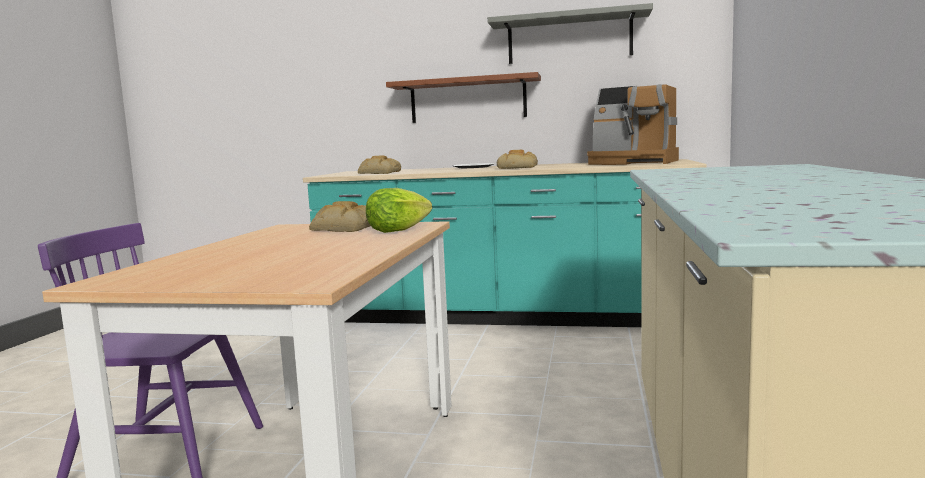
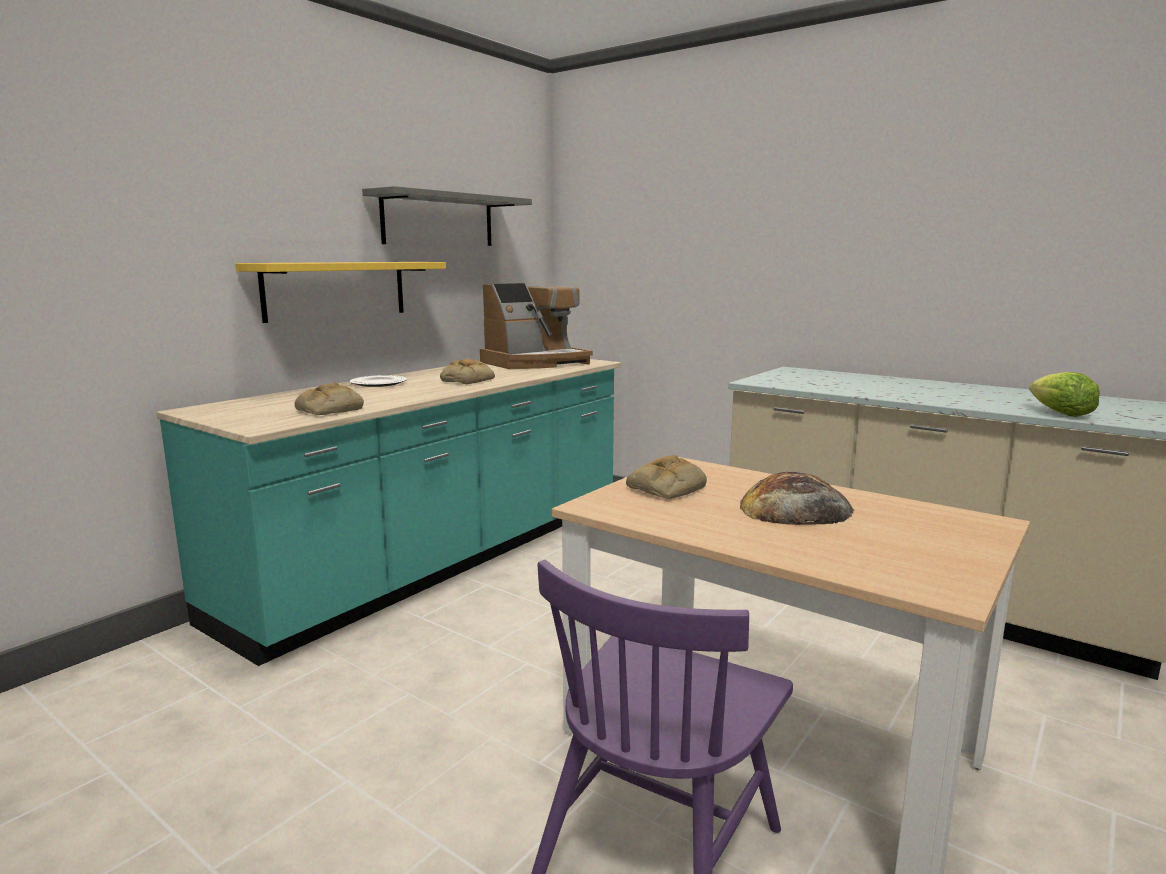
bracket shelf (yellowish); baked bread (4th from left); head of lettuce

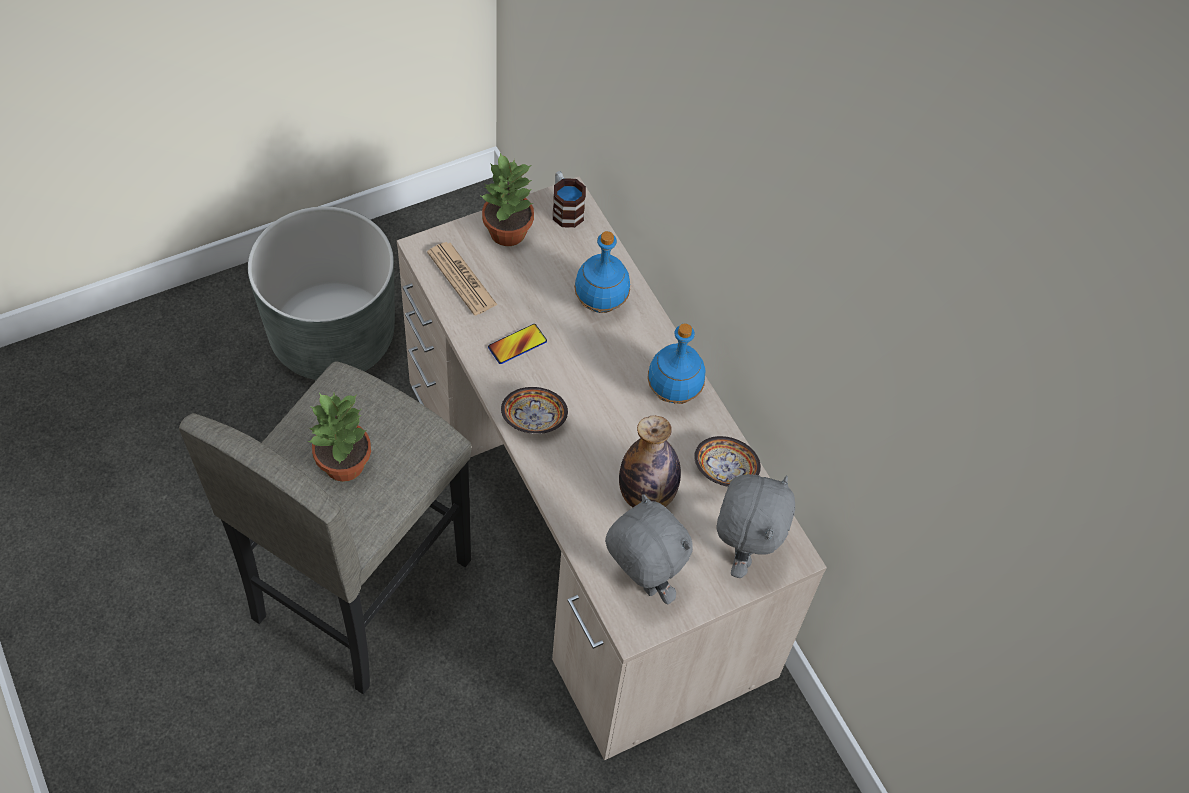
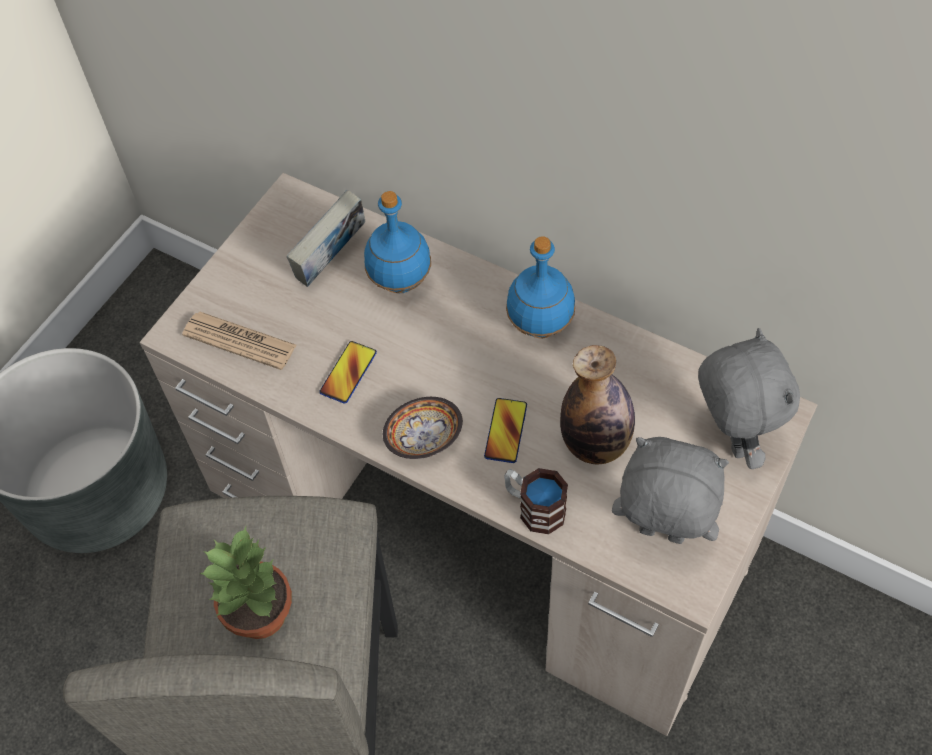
book; telephone (2nd from left); mug; plant in a pot (2nd from left in the first image); serving bowl (2nd from left in the first image)

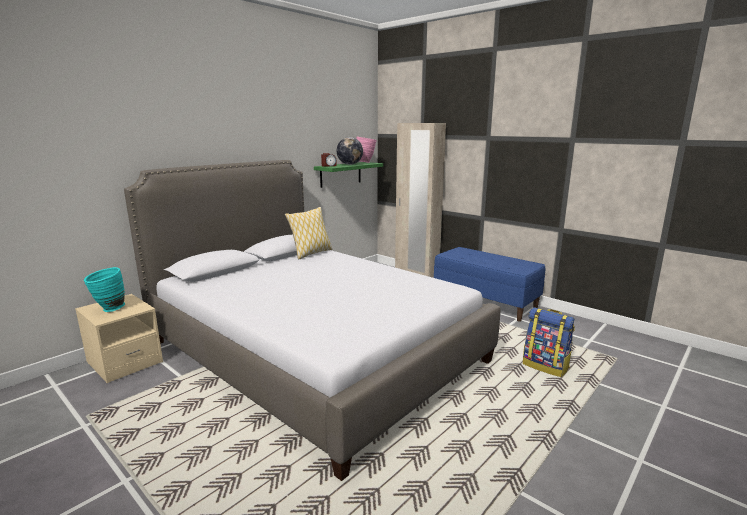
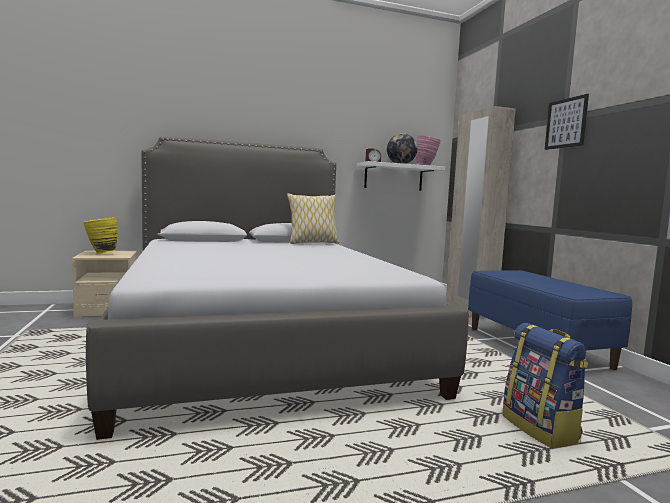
flower vase (yellowish); bracket shelf (white); picture

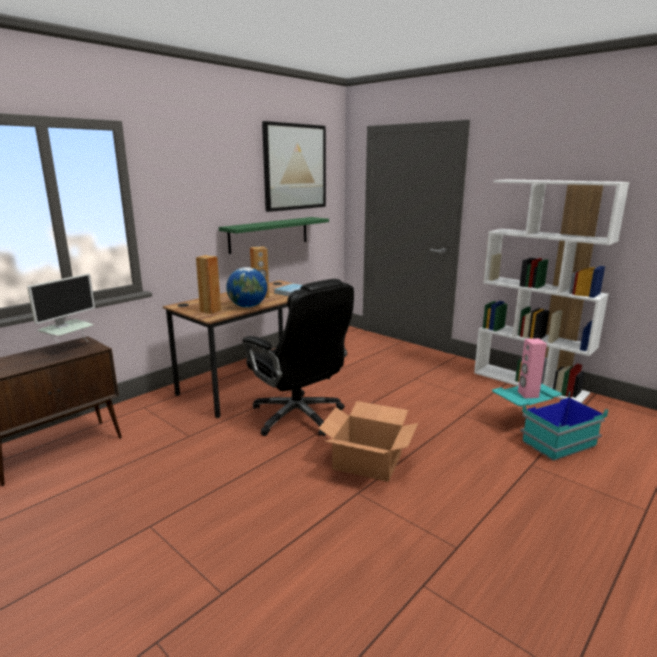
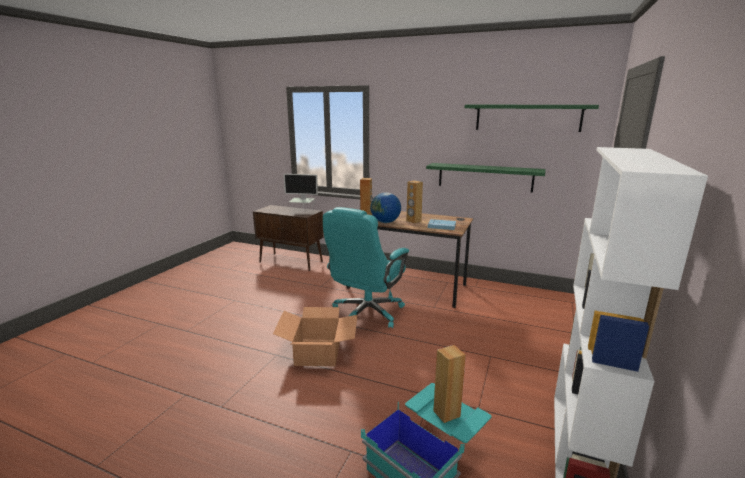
computer chair (blue-green); speaker (brown) (3rd from left); bracket shelf (greenish) (2nd from left)

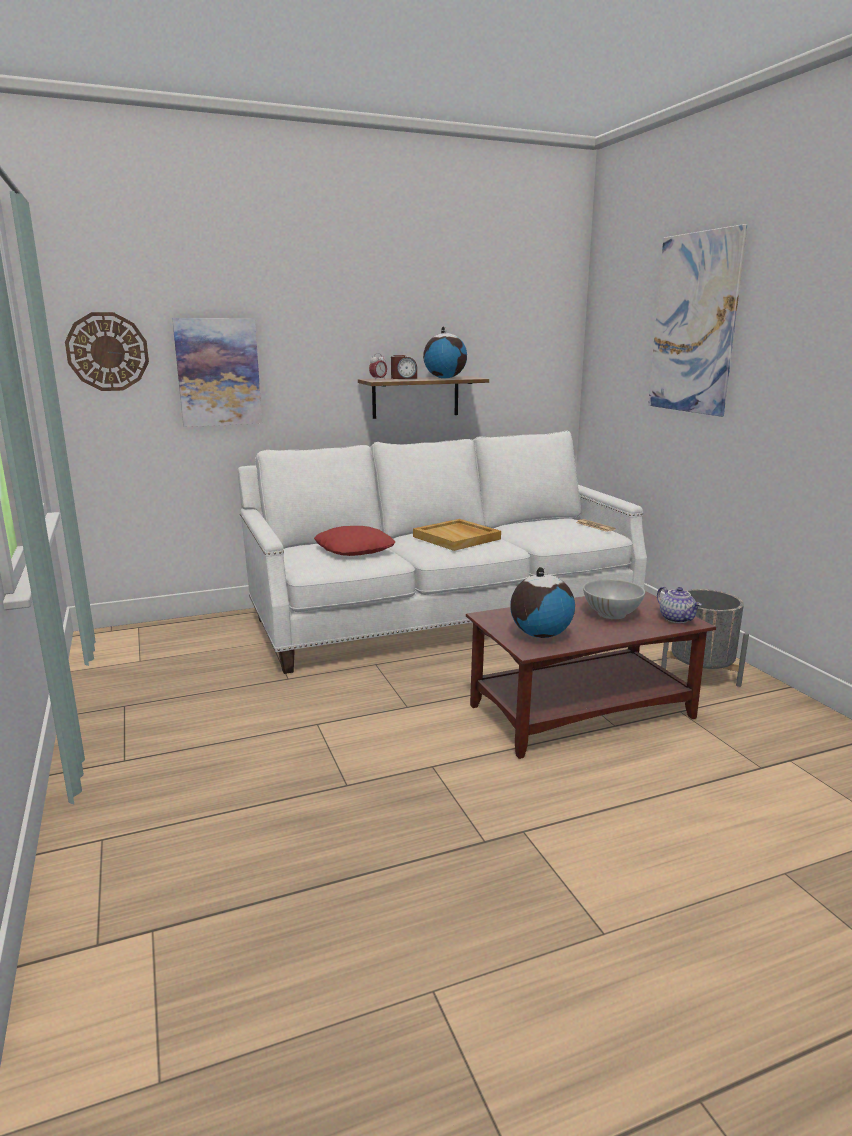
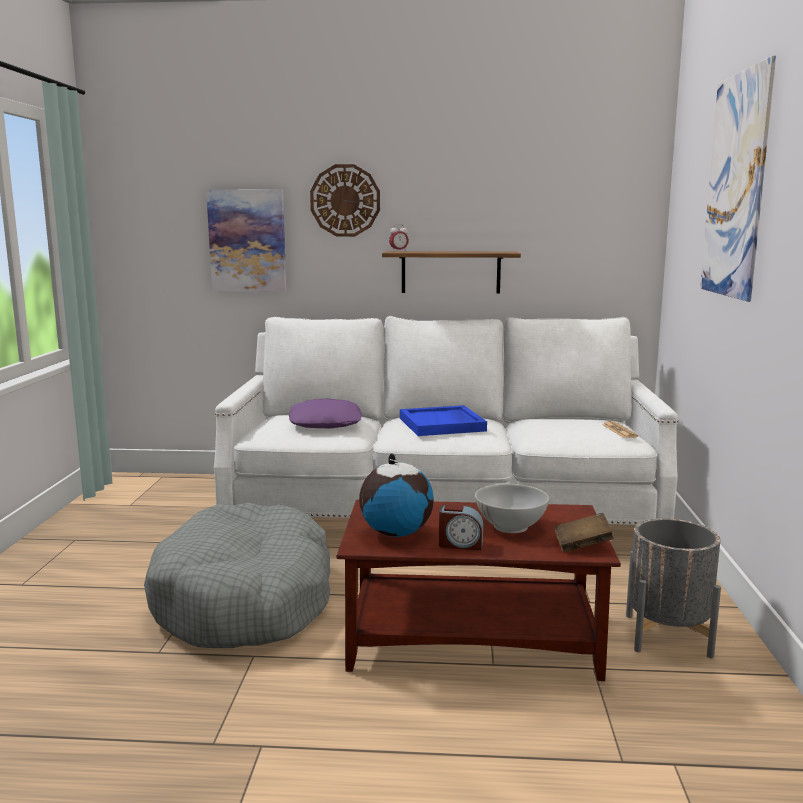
dog bed (gray); pillow (purple); wall clock; serving tray (blue-coloured); alarm clock (2nd from left); book (brown); globe (1st from left in the first image)

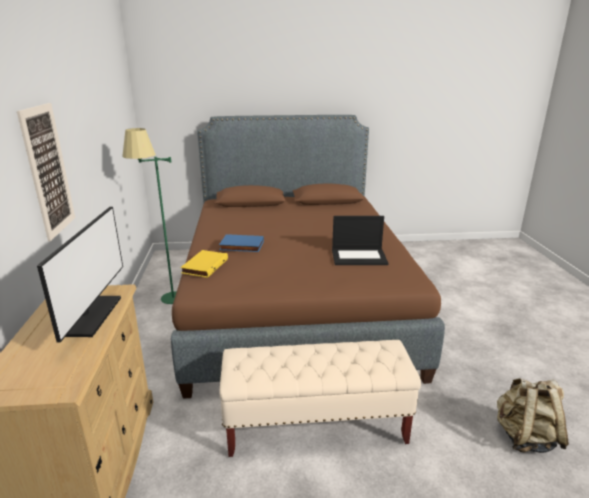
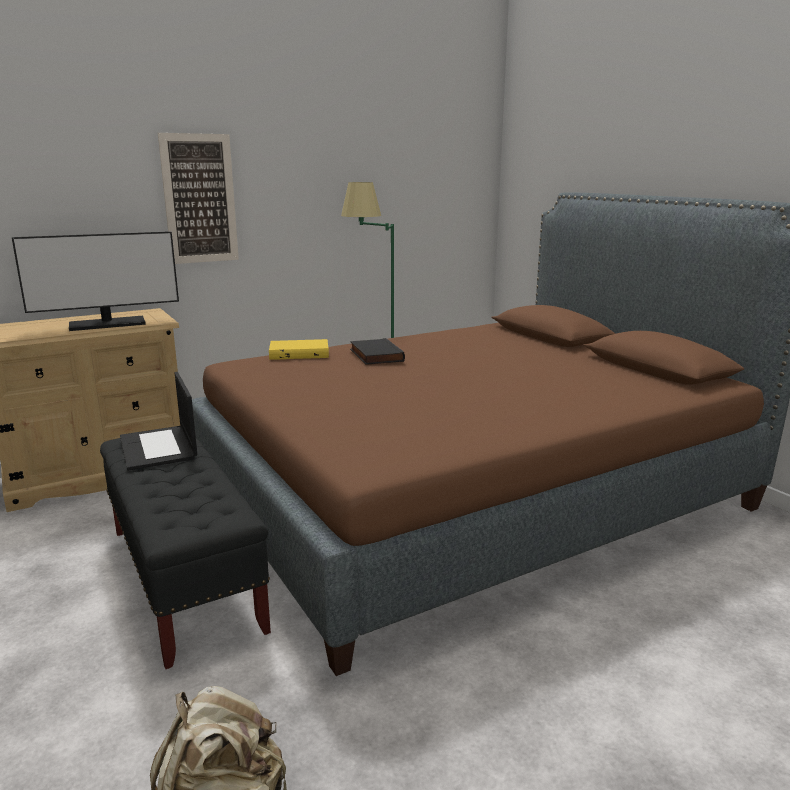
indoor bench (black-coloured); laptop; book (black-coloured)

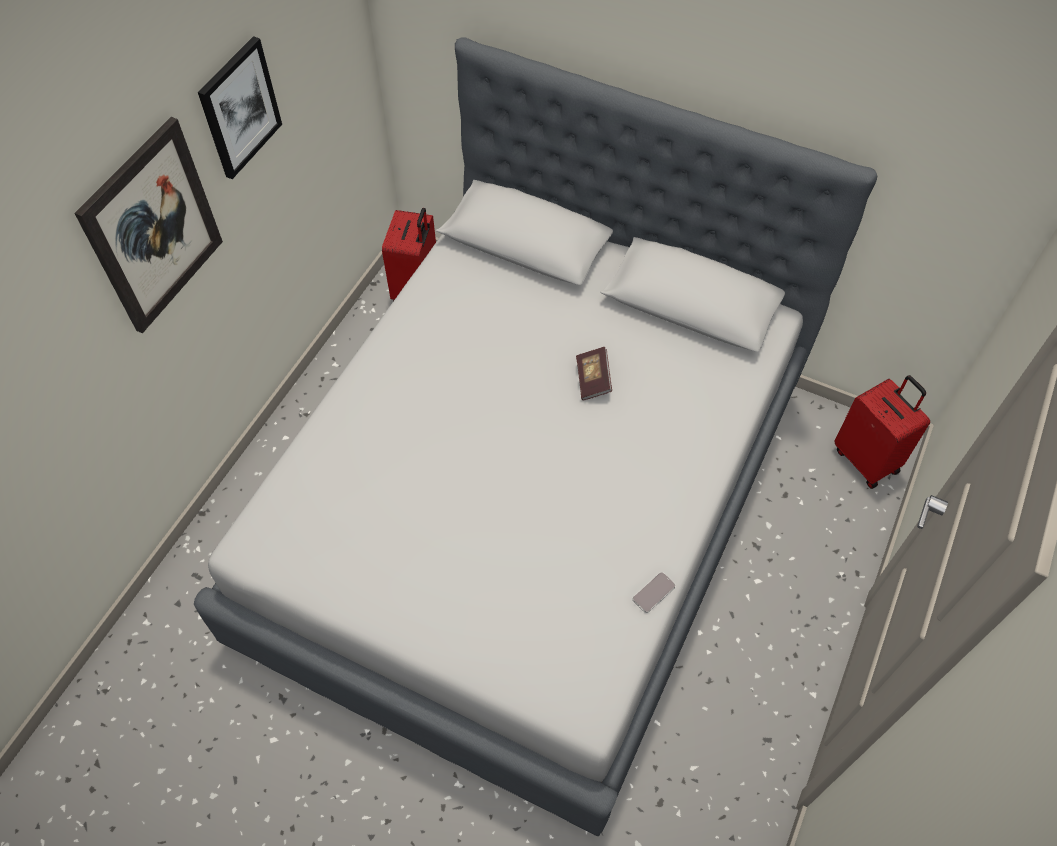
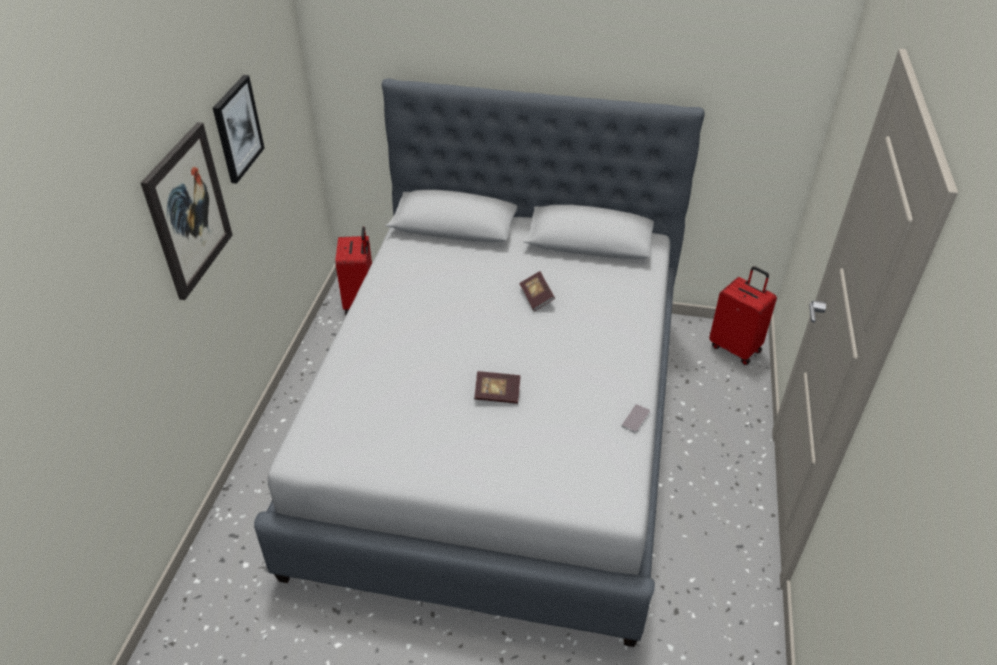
book (1st from left)

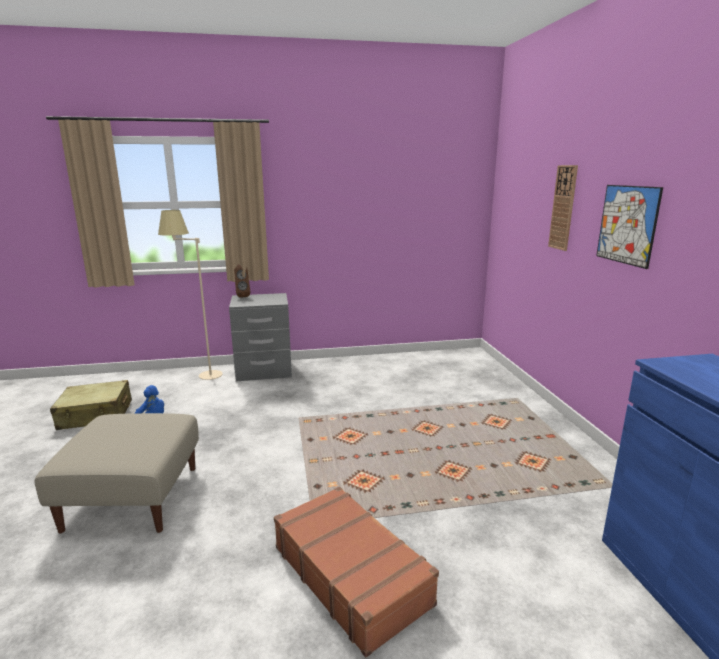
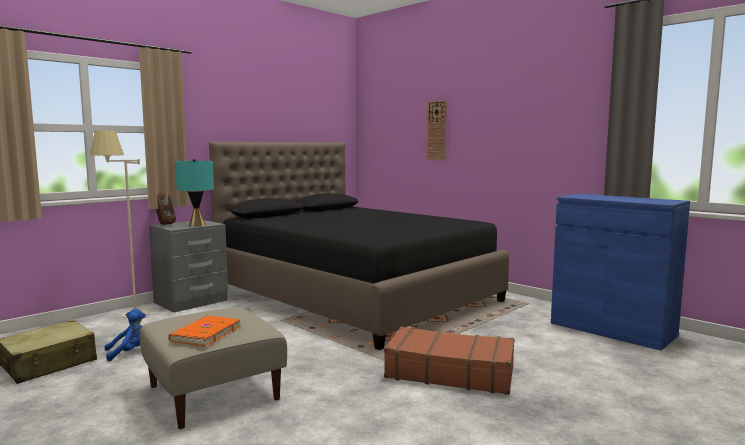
book (orange-coloured); table lamp (blue-green); sleeping bed (black-coloured); picture

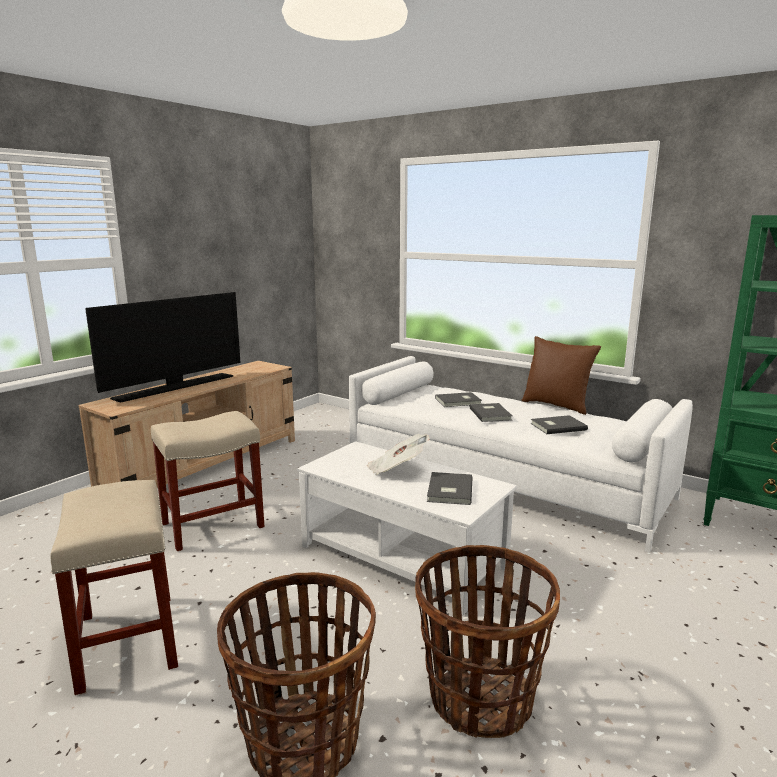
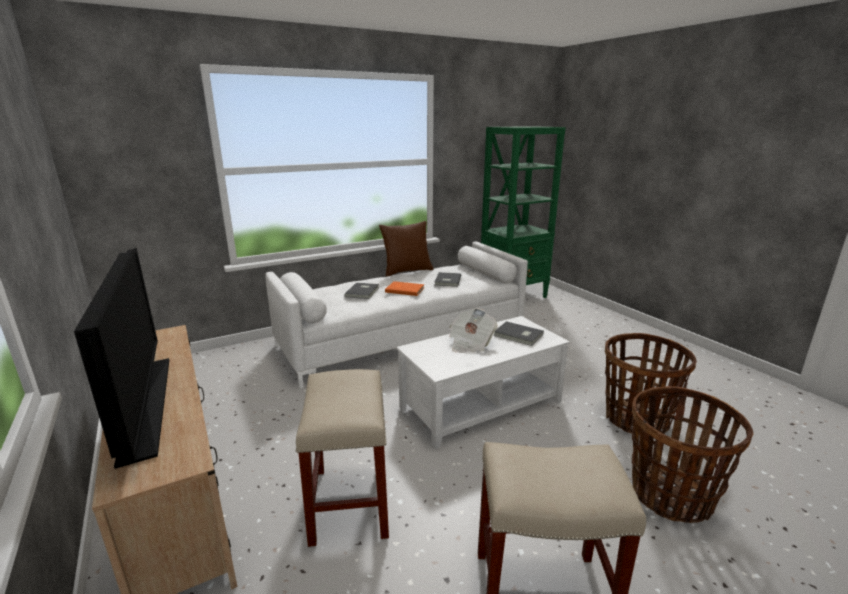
book (orange-coloured)

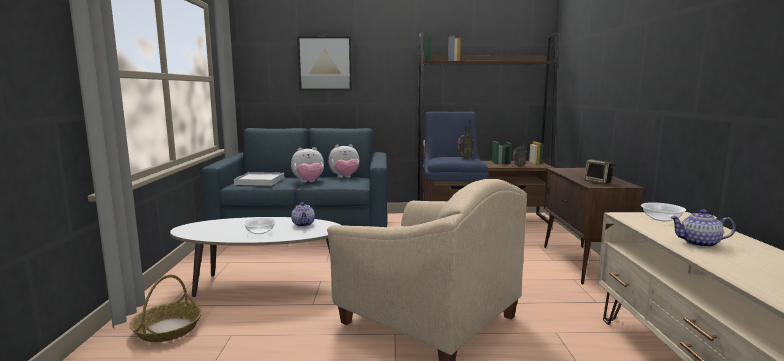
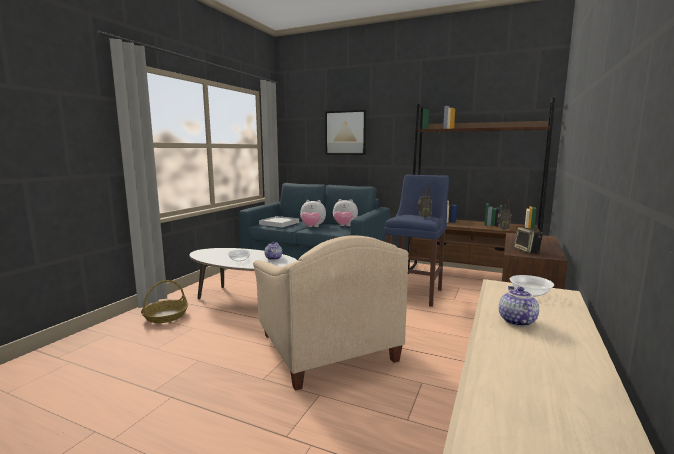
tea pot (2nd from left)

